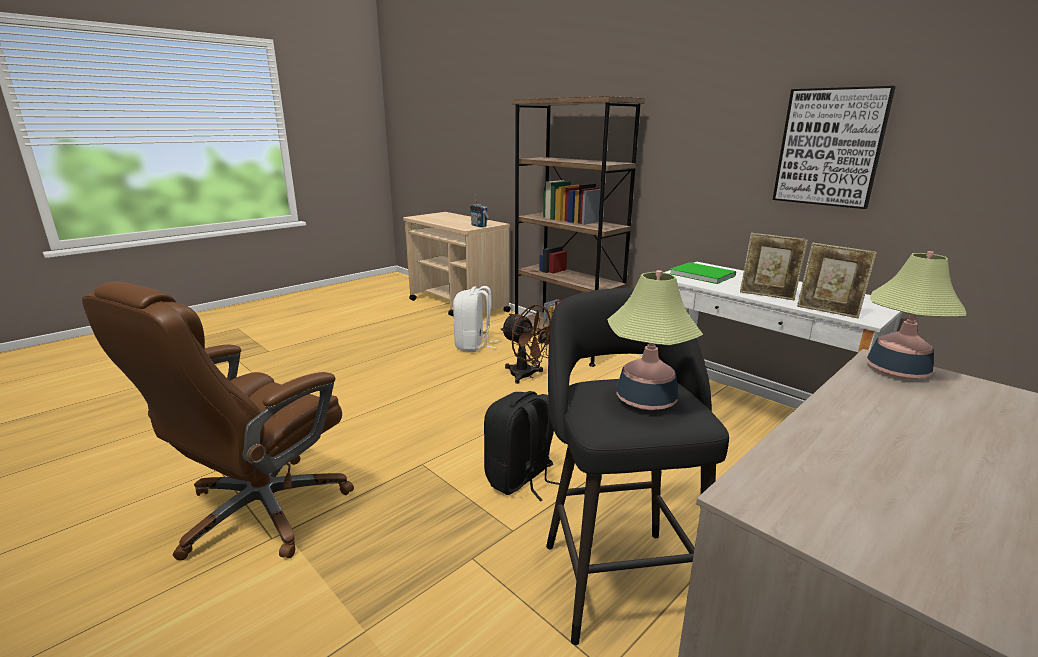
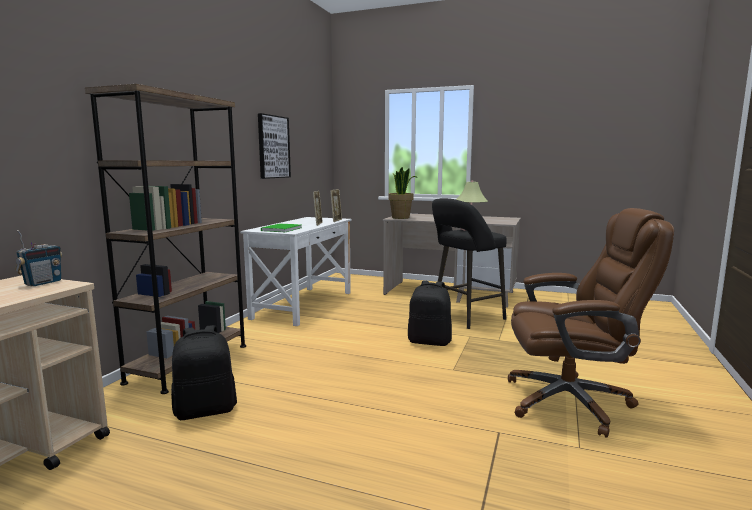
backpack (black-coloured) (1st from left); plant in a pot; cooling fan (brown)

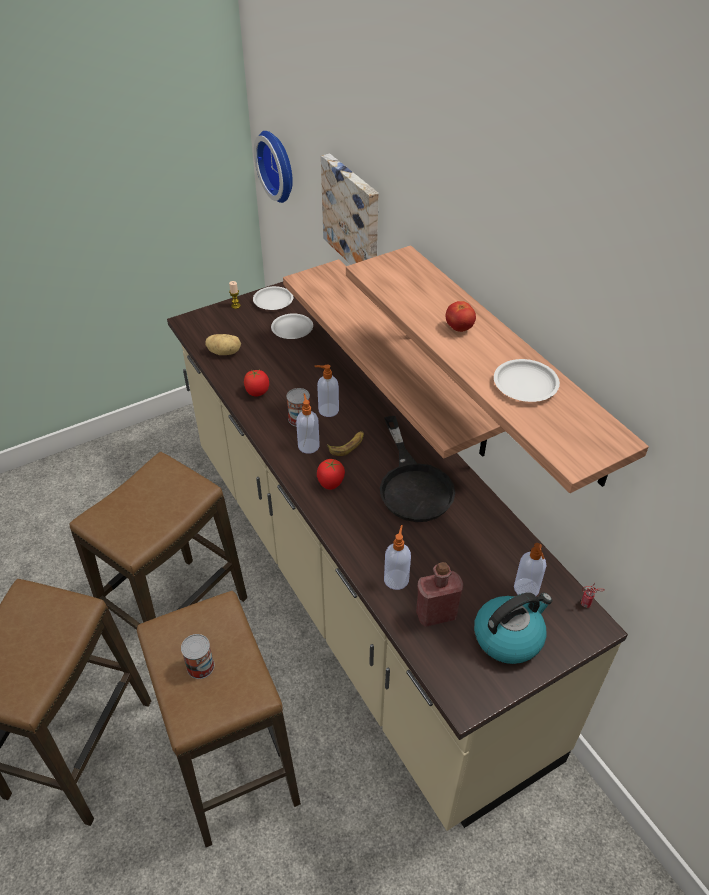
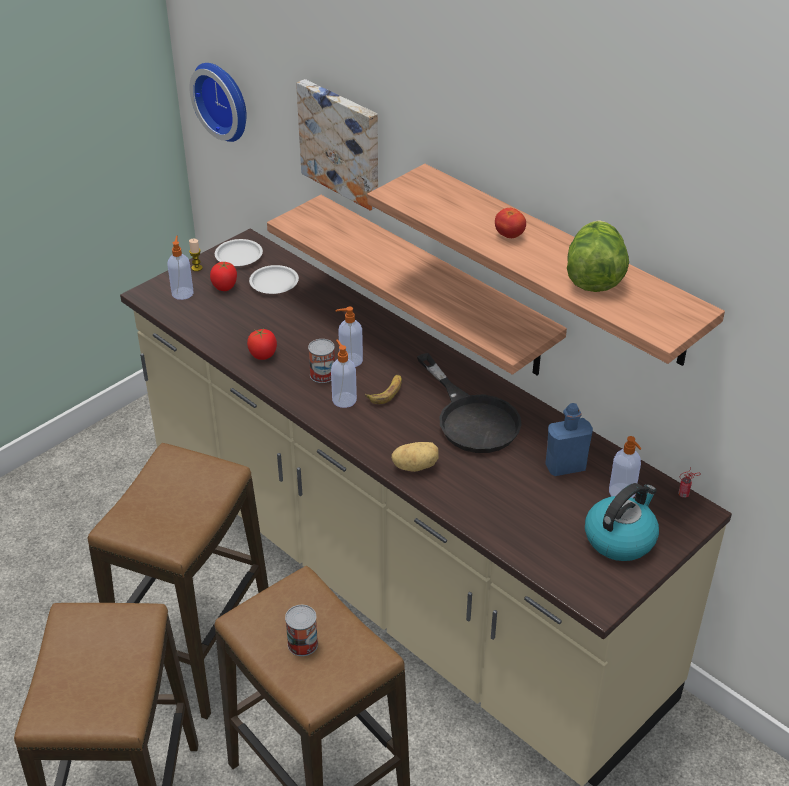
soap dispenser (1st from left); fresh tomato (1st from left); potato; bottle (blue-coloured); head of lettuce; bottle (red-coloured)

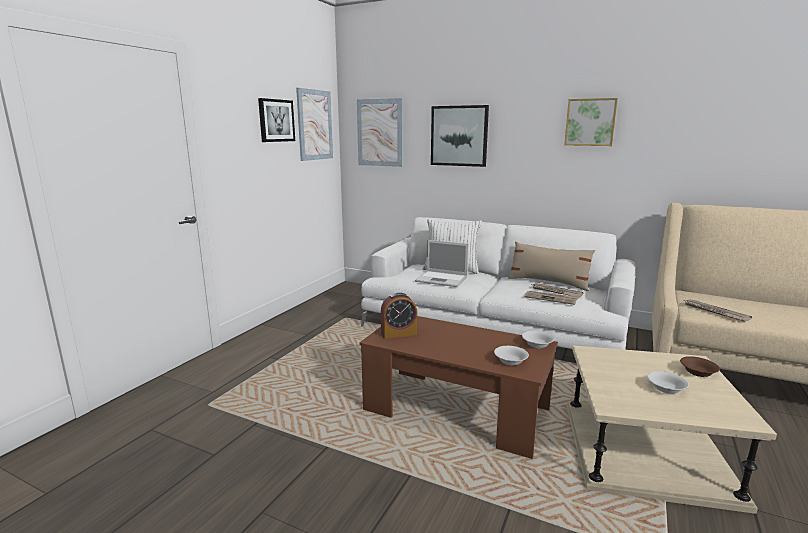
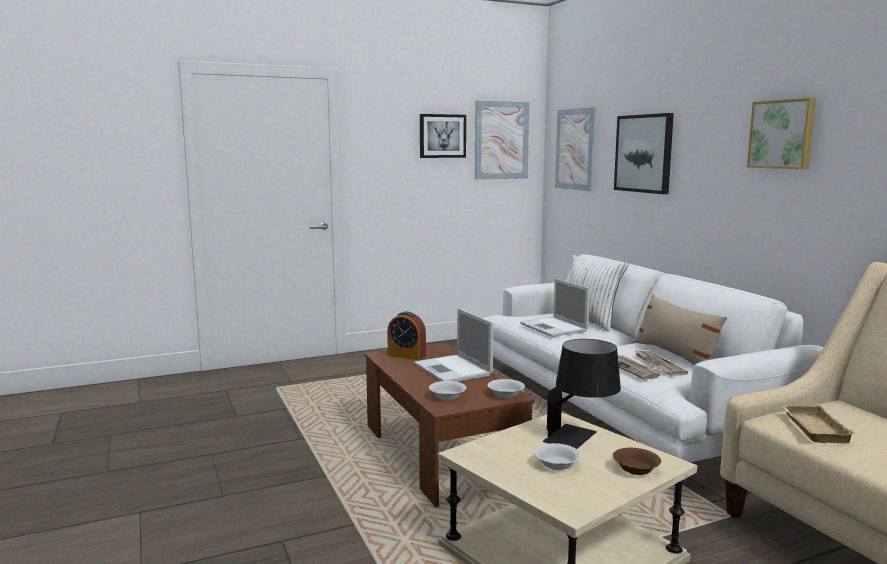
laptop (1st from left); table lamp (black-coloured); serving tray (beige)

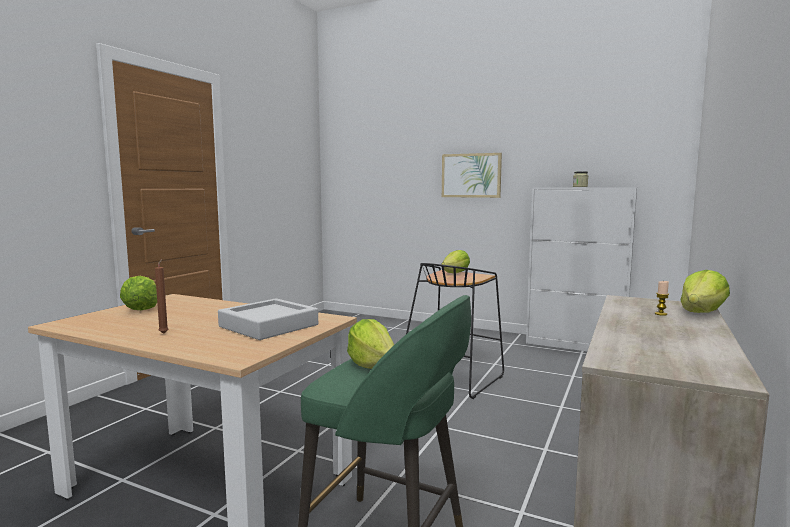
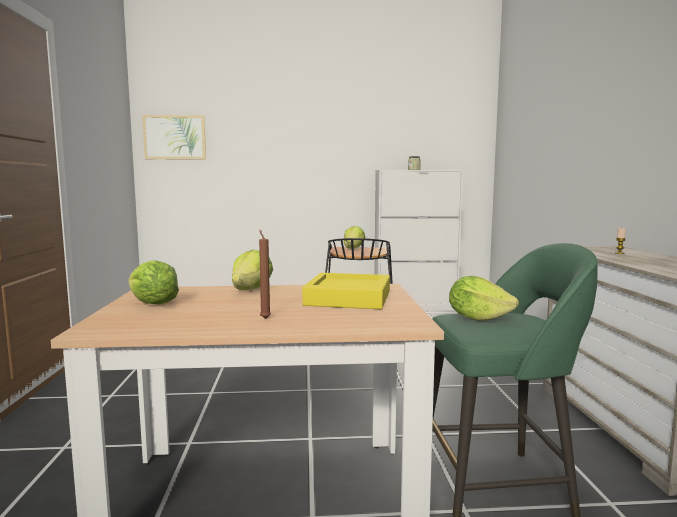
picture; head of lettuce (2nd from left); serving tray (yellowish)

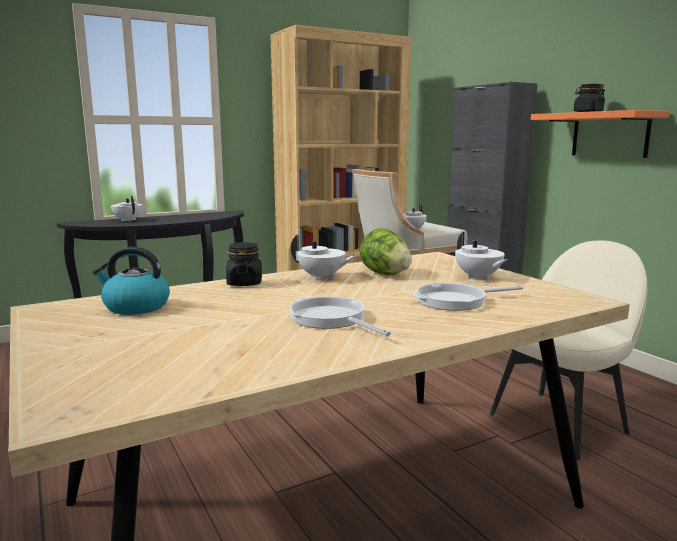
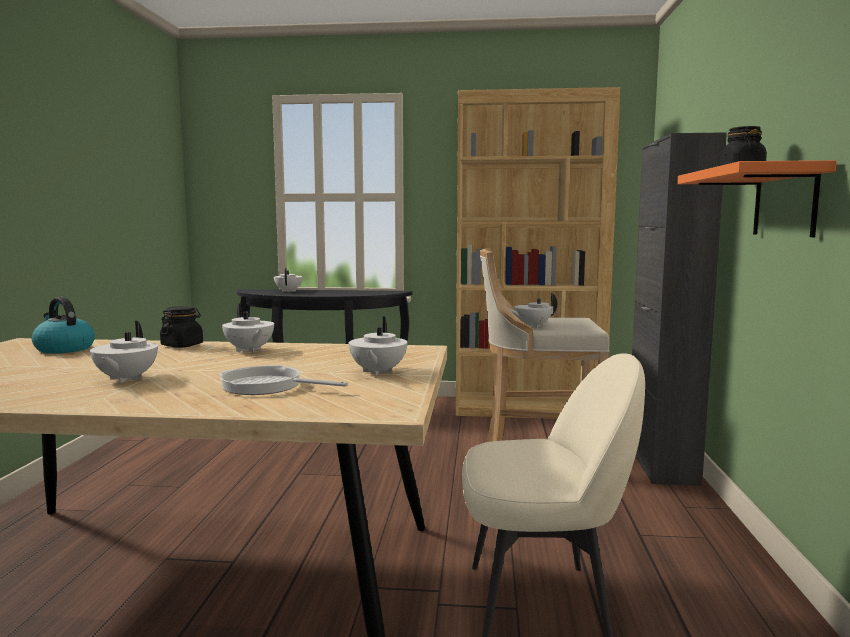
tea pot (white) (1st from left); head of lettuce

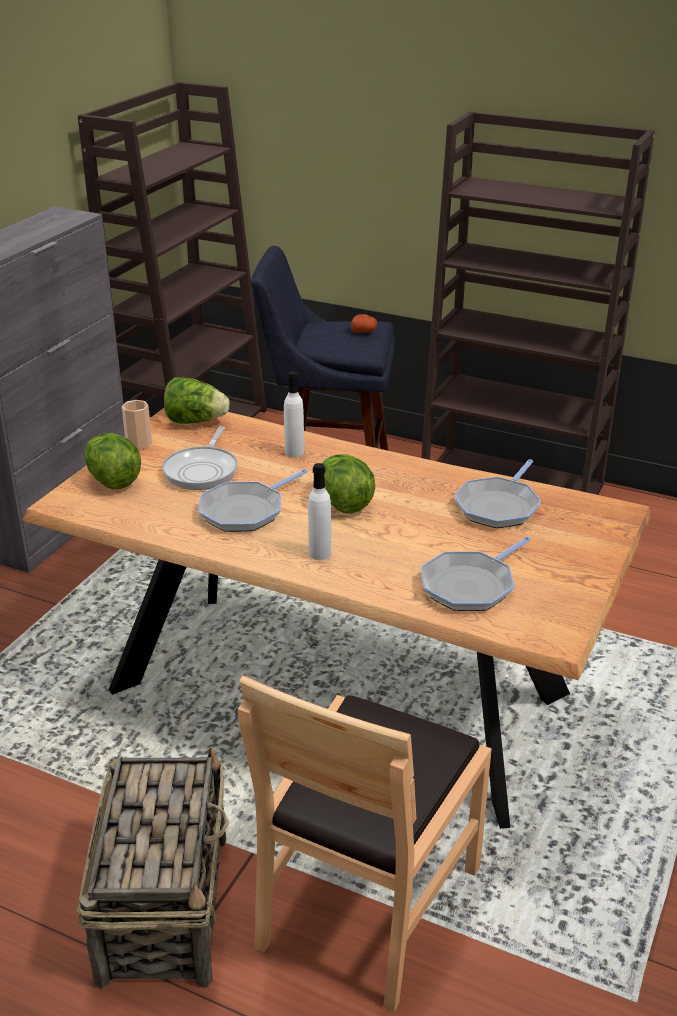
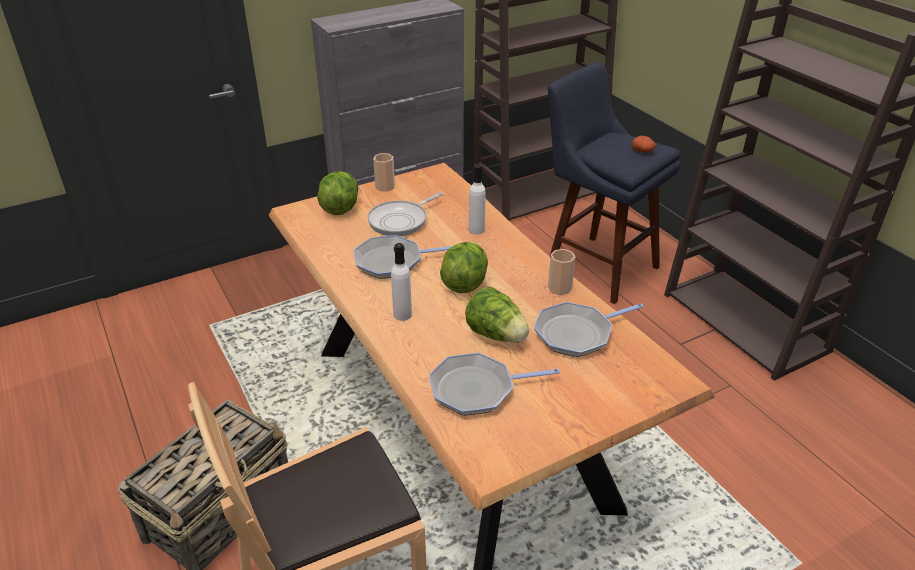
head of lettuce (3rd from left); cup (2nd from left)

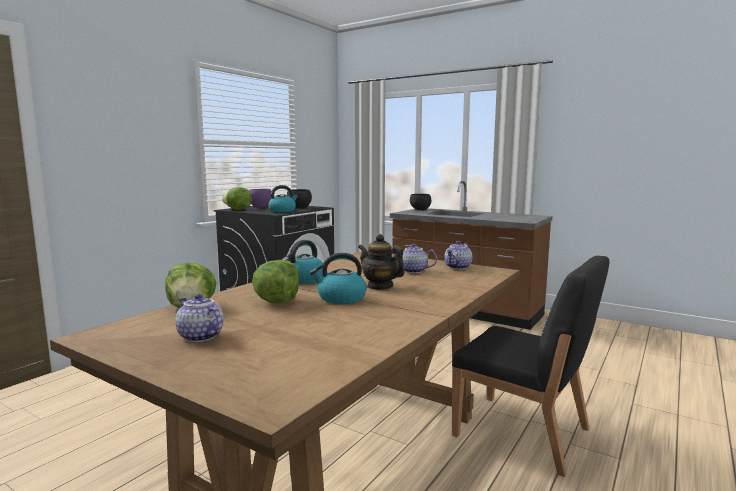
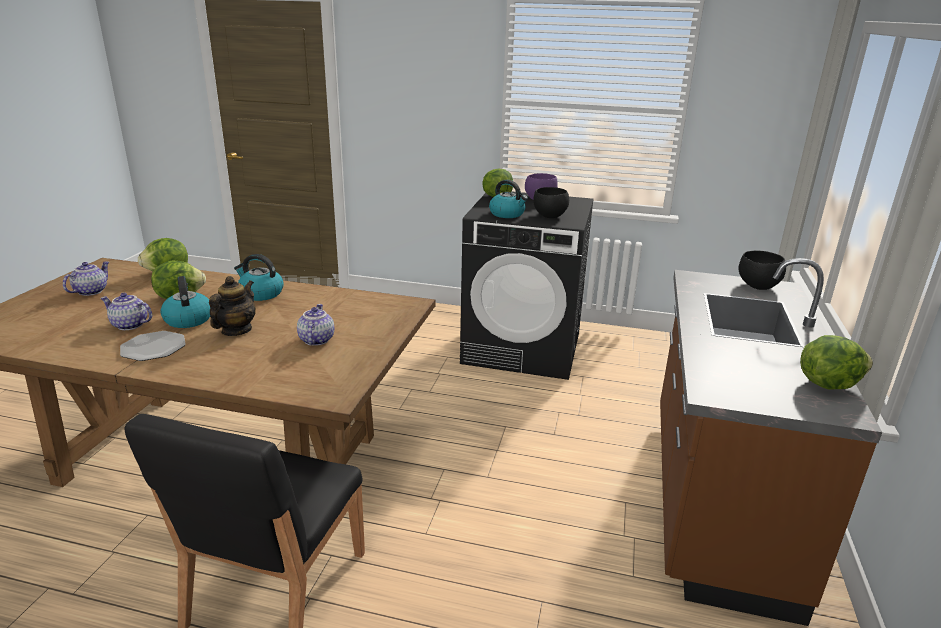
tea pot (2nd from left); flat dish; head of lettuce (4th from left)

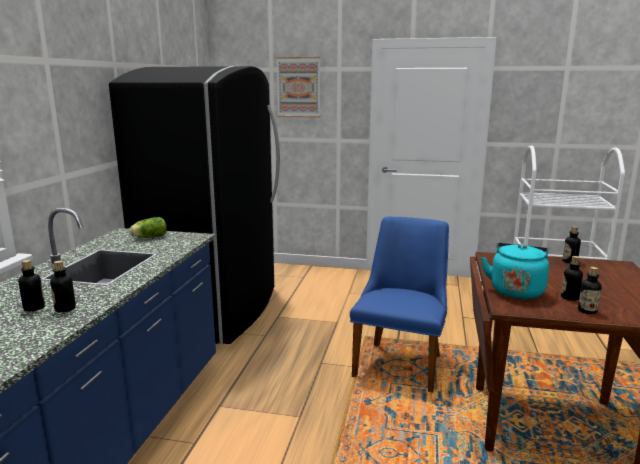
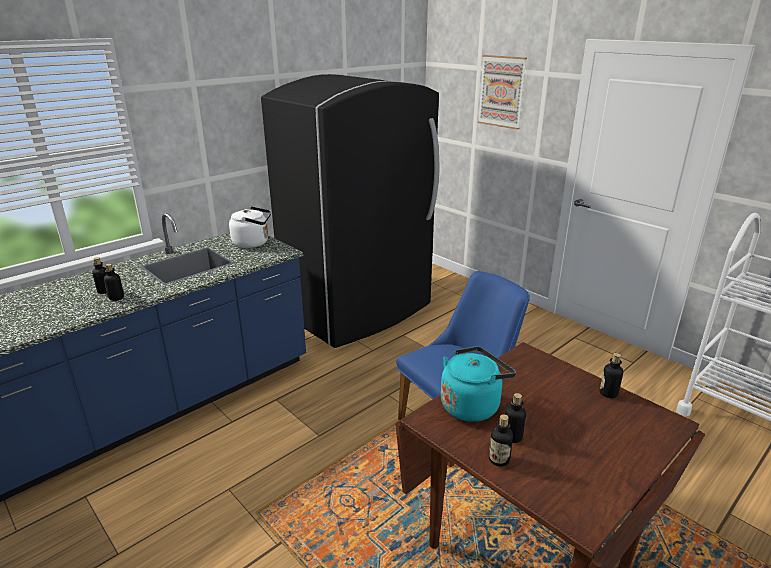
water kettle (white)

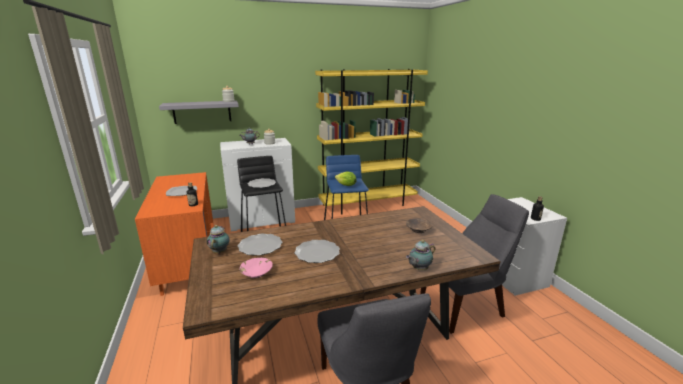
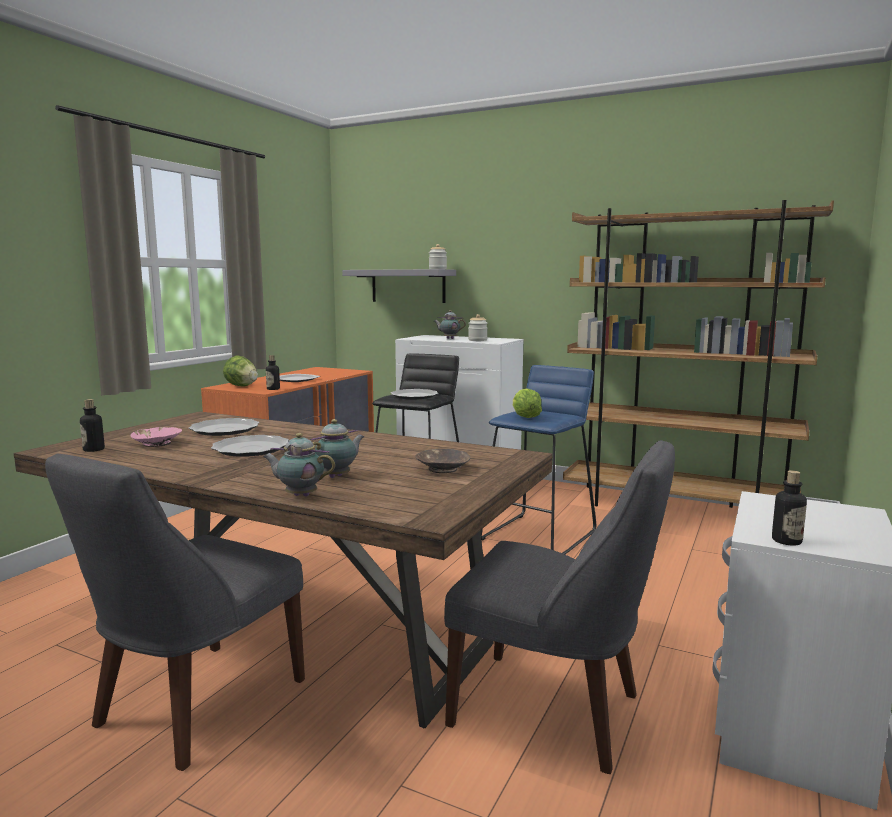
bottle (1st from left); head of lettuce (1st from left); tea pot (2nd from left); bookcase (brown)

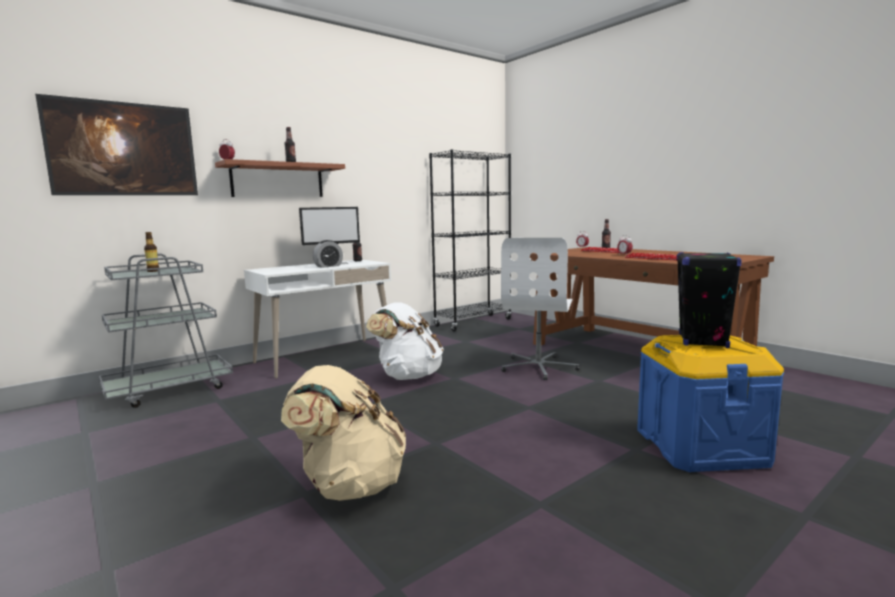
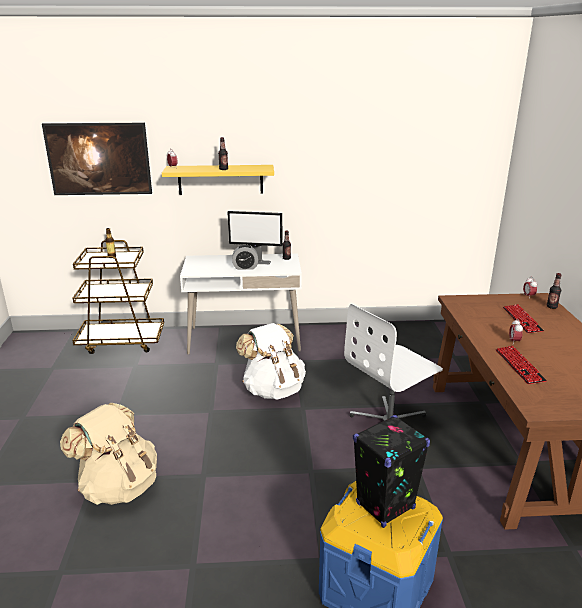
cart (brown); bracket shelf (yellowish); bookcase (black-coloured)

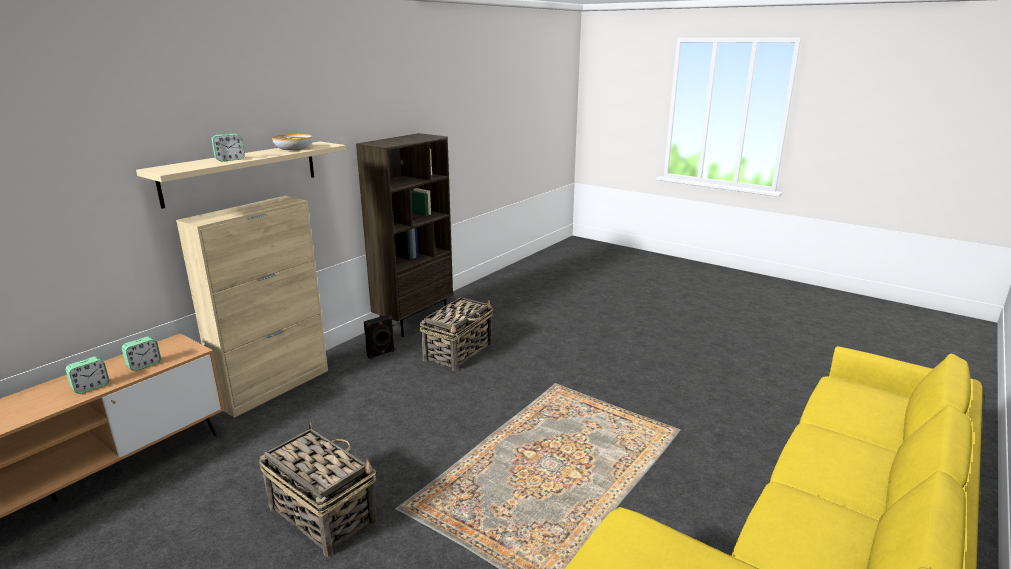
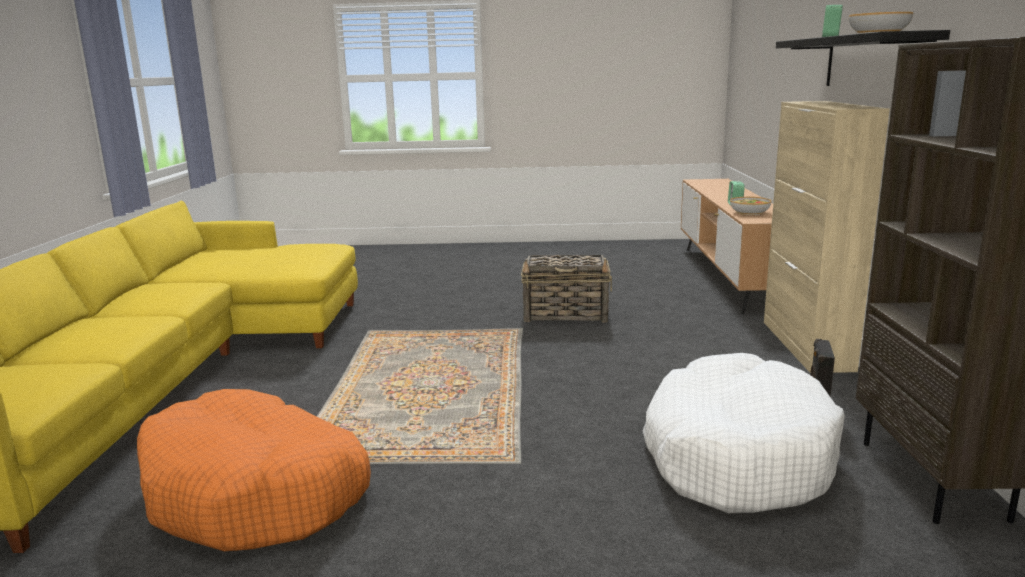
dog bed (orange-coloured); dog bed (white); serving bowl (1st from left); bracket shelf (black-coloured)

